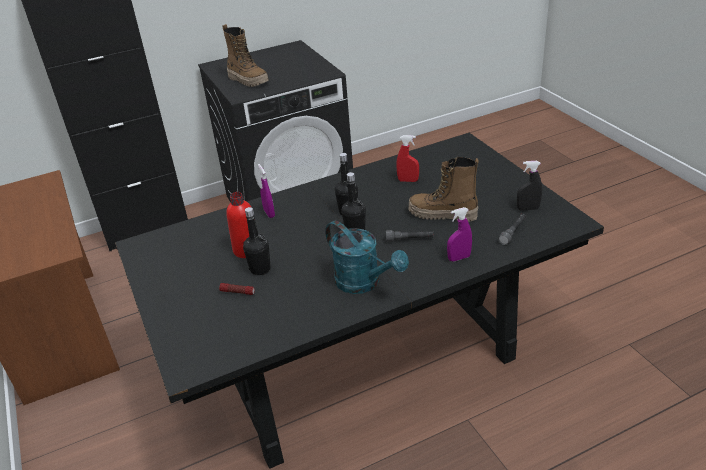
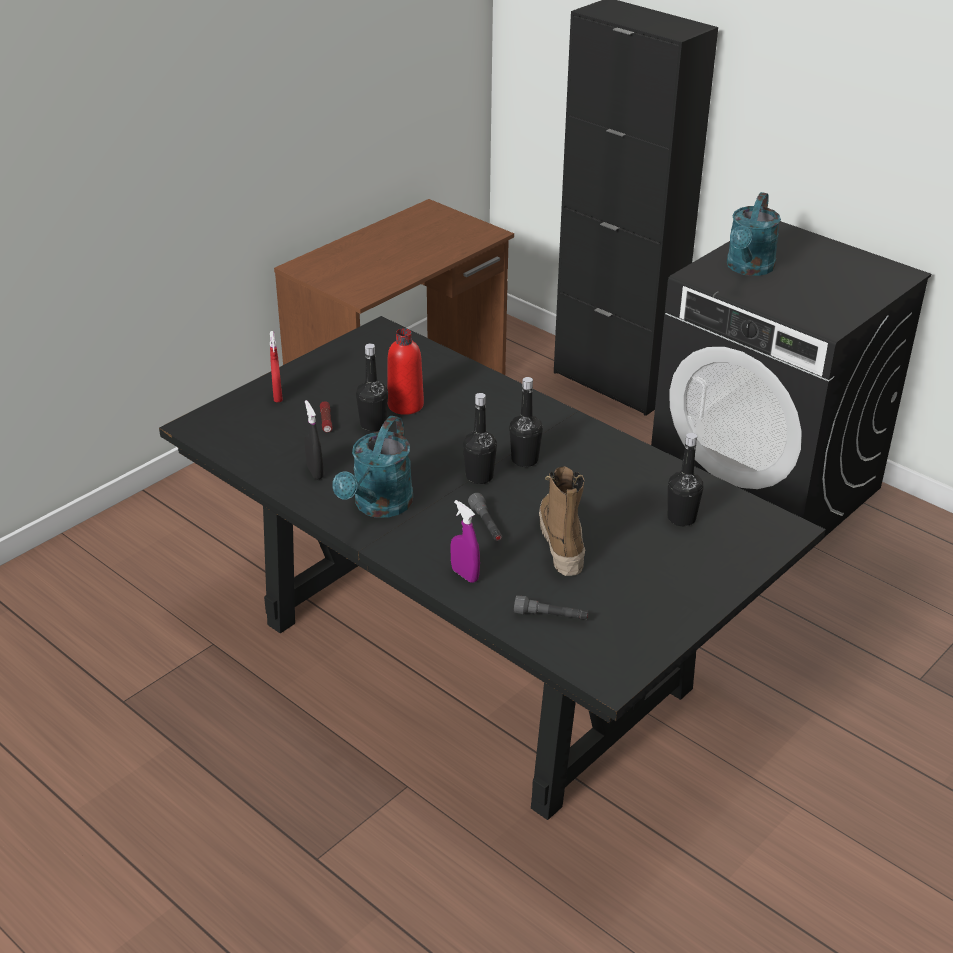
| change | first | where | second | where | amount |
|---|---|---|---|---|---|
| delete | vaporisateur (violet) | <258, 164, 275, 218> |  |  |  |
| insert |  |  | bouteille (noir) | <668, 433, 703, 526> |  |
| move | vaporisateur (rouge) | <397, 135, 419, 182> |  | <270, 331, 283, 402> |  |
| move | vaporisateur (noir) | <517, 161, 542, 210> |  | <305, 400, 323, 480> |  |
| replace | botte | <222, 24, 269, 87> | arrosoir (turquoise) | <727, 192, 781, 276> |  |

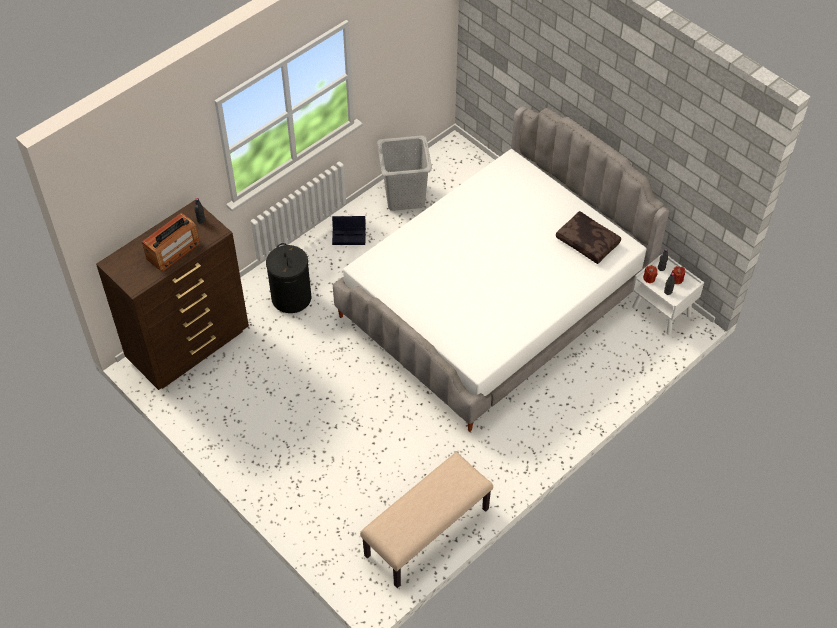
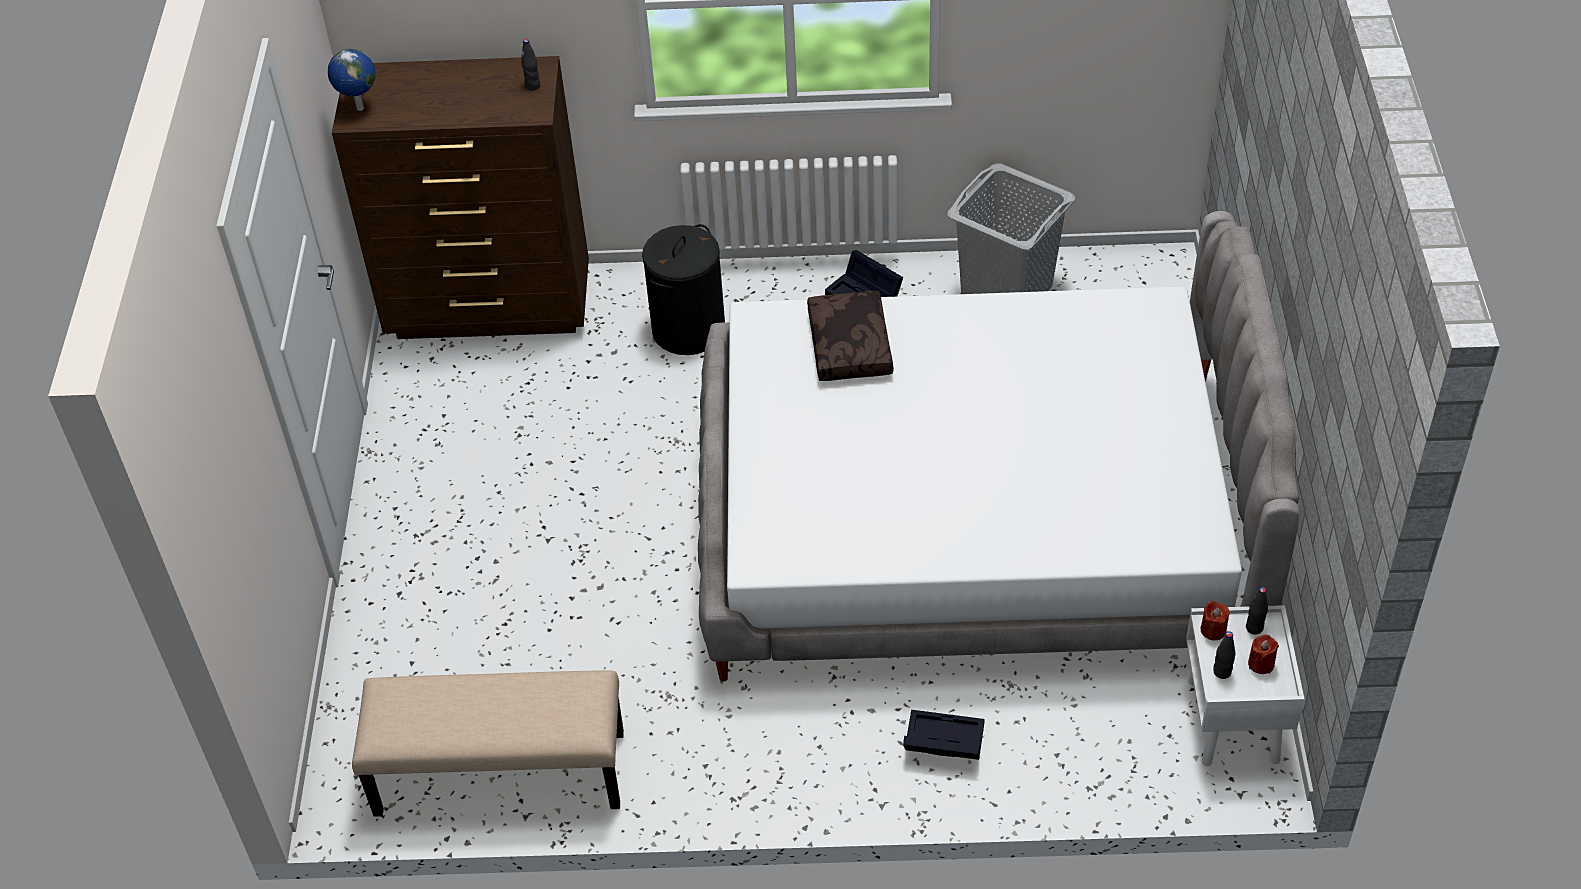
| change | first | where | second | where | amount |
|---|---|---|---|---|---|
| delete | radio | <142, 213, 200, 271> |  |  |  |
| insert |  |  | globe | <328, 49, 376, 111> |  |
| insert |  |  | boîte de rangement (noir) | <903, 710, 985, 760> |  |
| move | coussin (marron) | <556, 211, 621, 264> |  | <807, 291, 893, 381> |  |

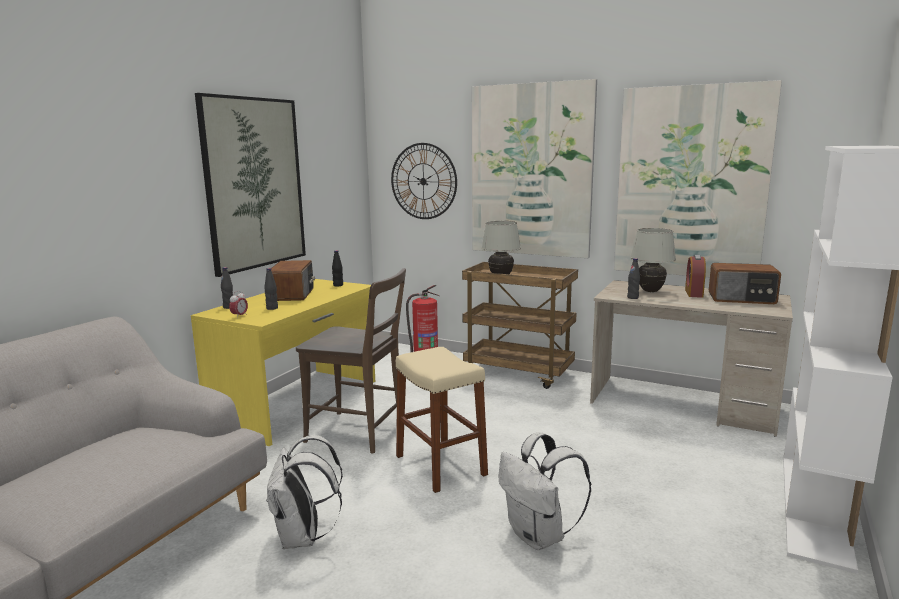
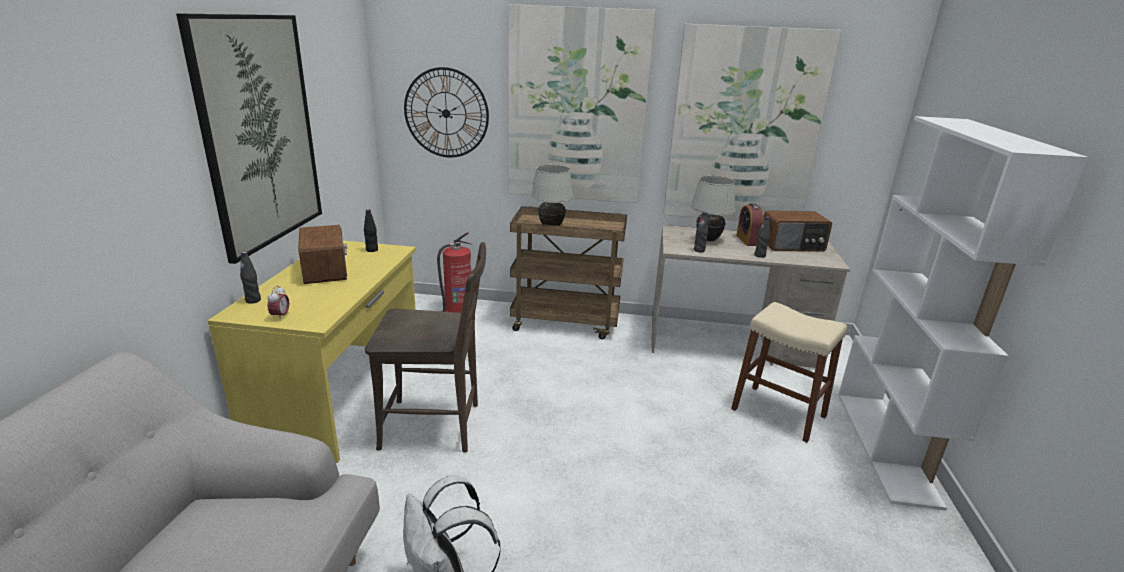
| change | first | where | second | where | amount |
|---|---|---|---|---|---|
| delete | sac à dos (blanc) | <498, 432, 591, 550> |  |  |  |
| move | bouteille (noir) | <264, 268, 278, 310> |  | <754, 217, 770, 258> |  |
| move | tabouret (beige) | <396, 347, 488, 493> |  | <731, 302, 847, 443> |  |

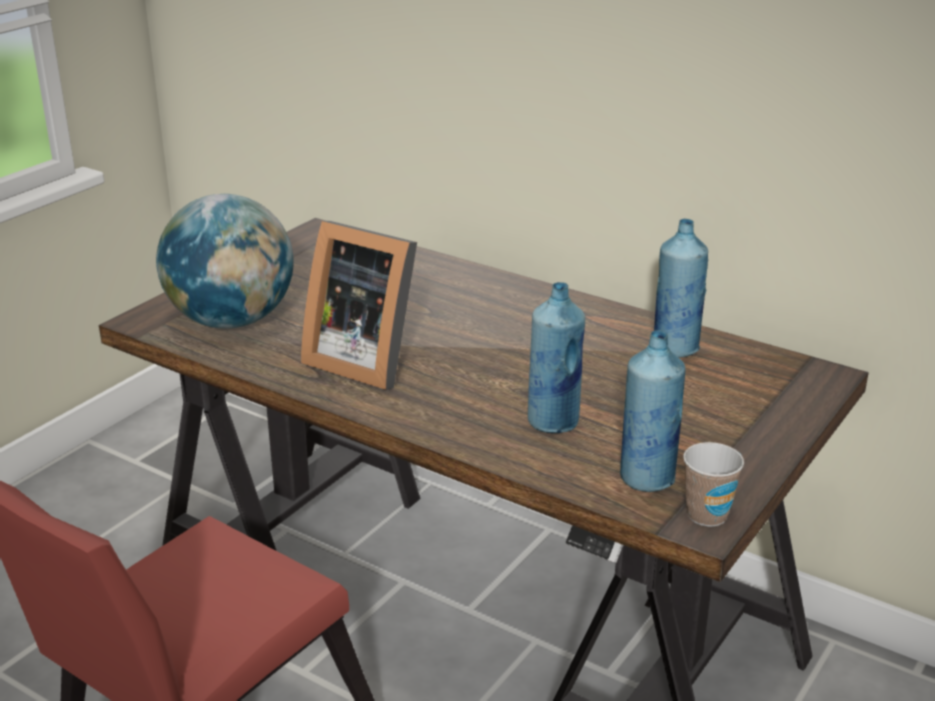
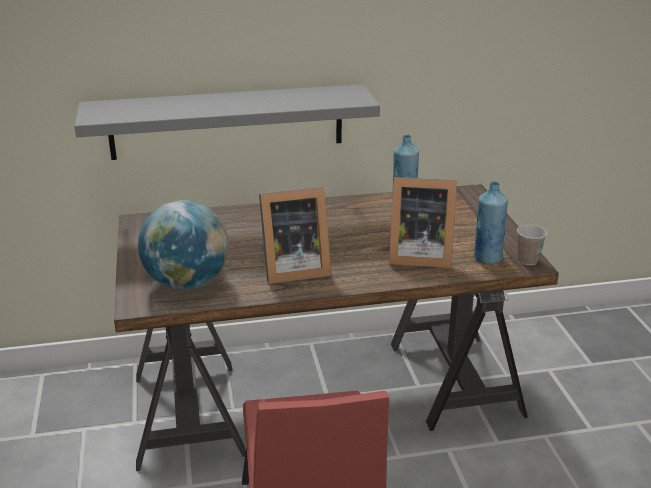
| change | first | where | second | where | amount |
|---|---|---|---|---|---|
| insert |  |  | étagère (gris) | <74, 84, 380, 160> |  |
| replace | bouteille (bleu) | <528, 282, 585, 433> | cadre photo | <389, 177, 457, 268> |  |

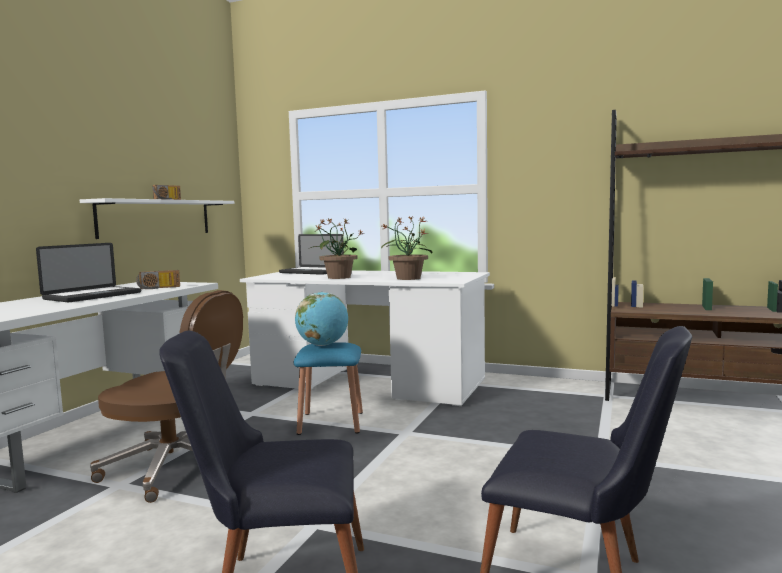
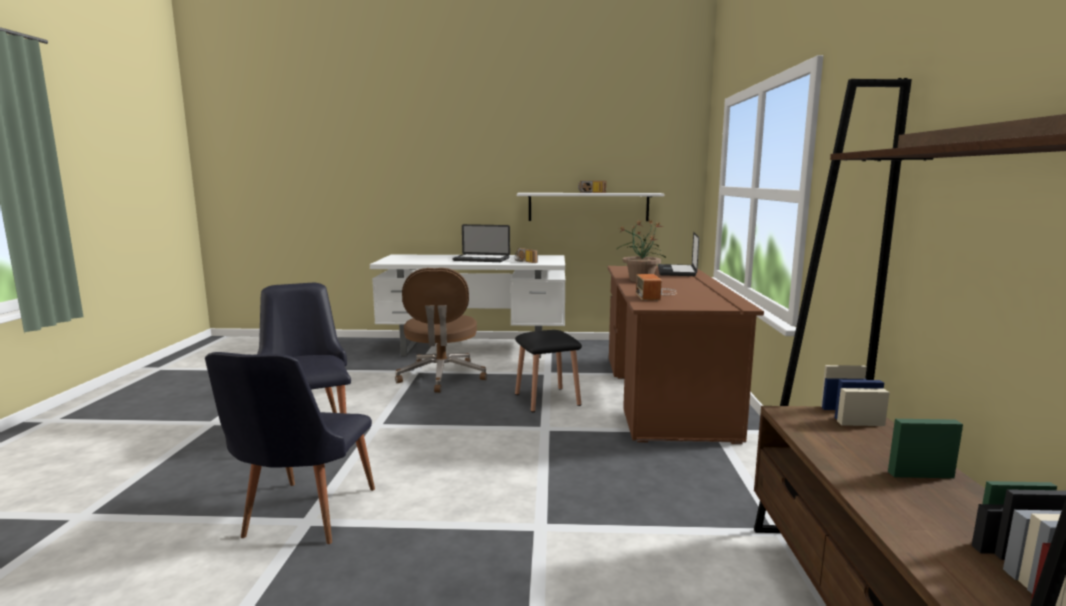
| change | first | where | second | where | amount |
|---|---|---|---|---|---|
| delete | globe | <295, 292, 348, 346> |  |  |  |
| replace | plante en pot | <381, 216, 432, 280> | radio | <636, 274, 676, 301> |  |
| recolor | bureau (blanc) | <240, 270, 490, 406> | bureau (marron) | <608, 266, 764, 444> |  |
| recolor | tabouret (bleu) | <294, 342, 363, 435> | tabouret (noir) | <515, 330, 582, 412> |  |

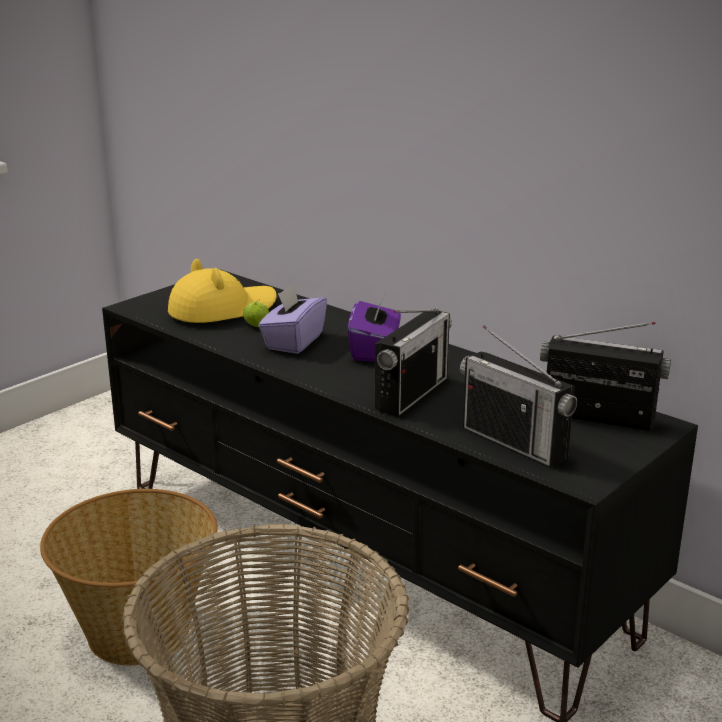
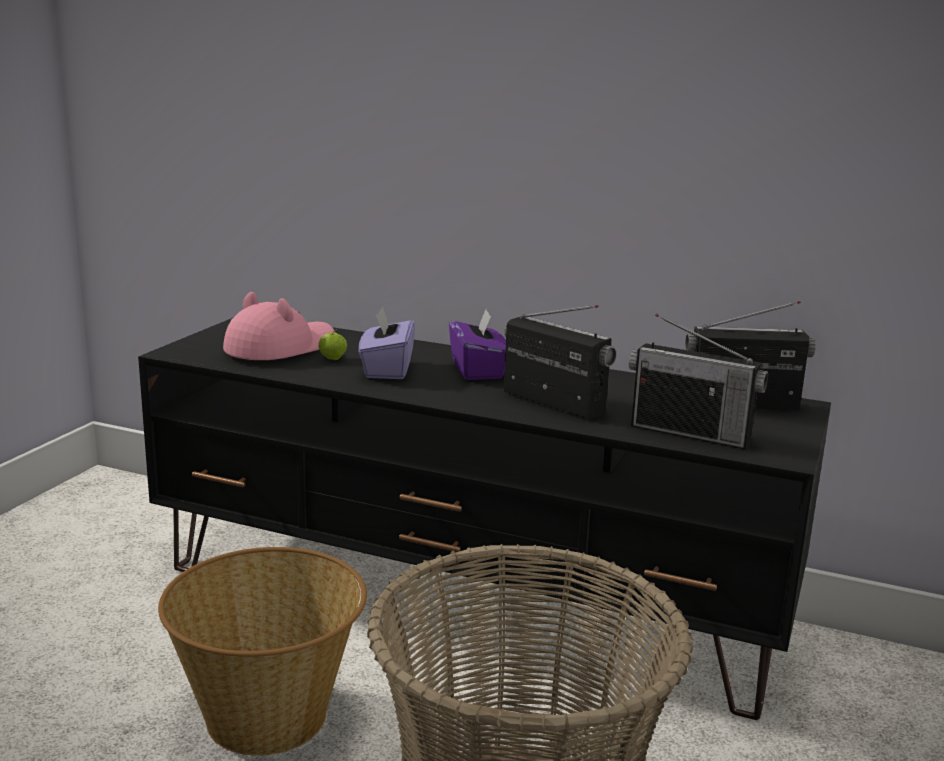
| change | first | where | second | where | amount |
|---|---|---|---|---|---|
| recolor | chapeau (jaune) | <168, 259, 277, 323> | chapeau (rose) | <223, 292, 335, 360> |  |
| rotate | radio | <375, 308, 452, 417> |  | <504, 305, 617, 419> | 60 degrees counterclockwise |

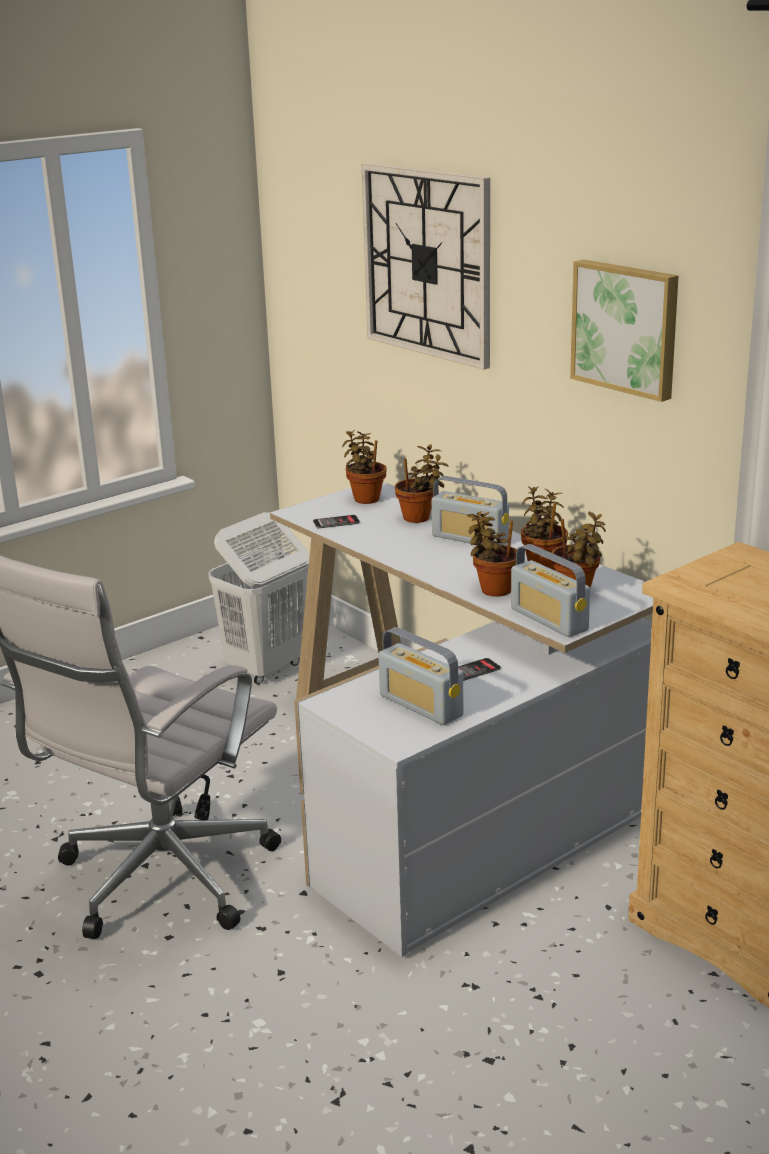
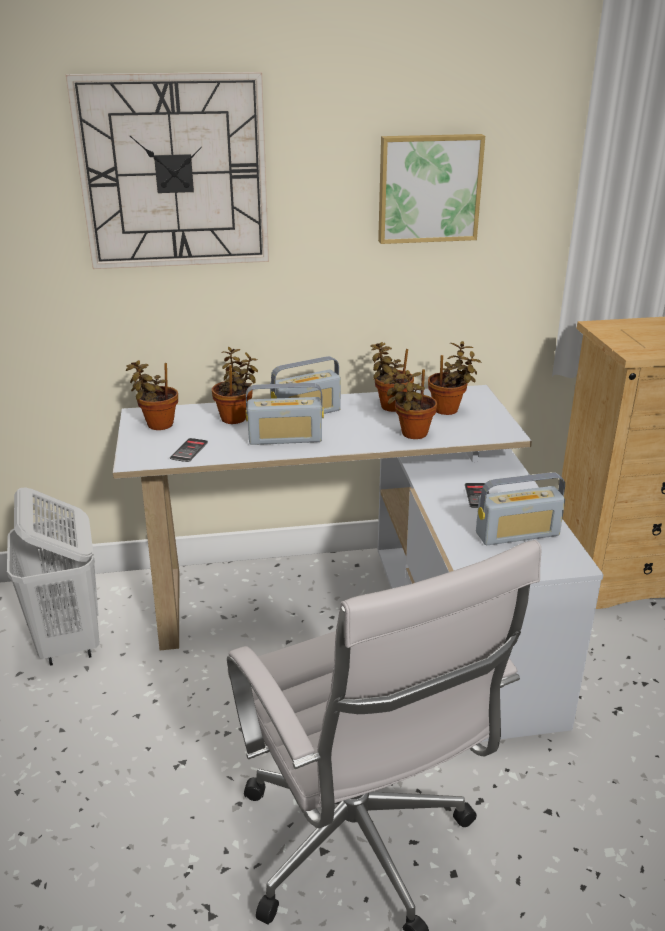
| change | first | where | second | where | amount |
|---|---|---|---|---|---|
| move | radio | <511, 544, 590, 637> |  | <246, 383, 324, 445> |  |

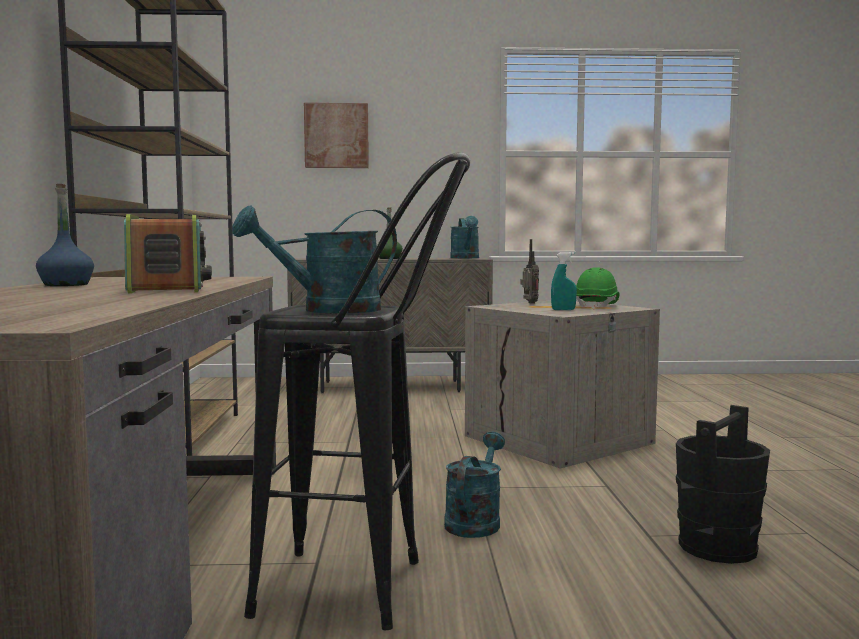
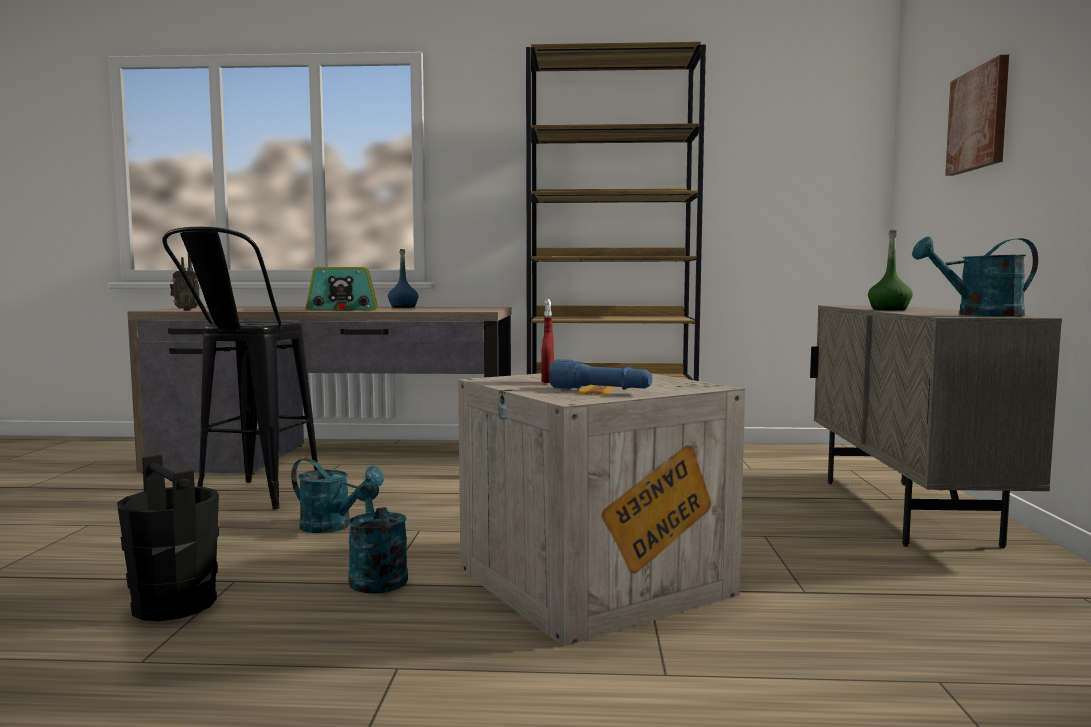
| change | first | where | second | where | amount |
|---|---|---|---|---|---|
| move | arrosoir (turquoise) | <233, 205, 397, 313> |  | <348, 482, 408, 593> |  |
| move | radio | <520, 239, 539, 304> |  | <170, 254, 200, 311> |  |
| replace | casque de chantier (vert) | <576, 267, 620, 309> | lampe de poche (bleu) | <549, 359, 652, 390> |  |
| recolor | vaporisateur (turquoise) | <551, 252, 577, 310> | vaporisateur (rouge) | <541, 299, 554, 383> |  |

